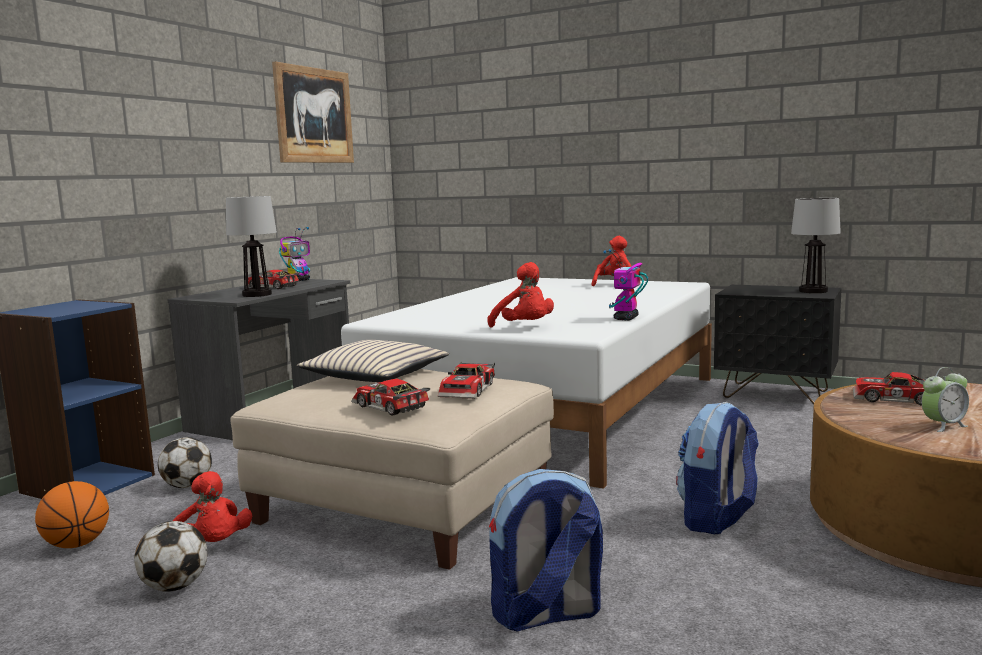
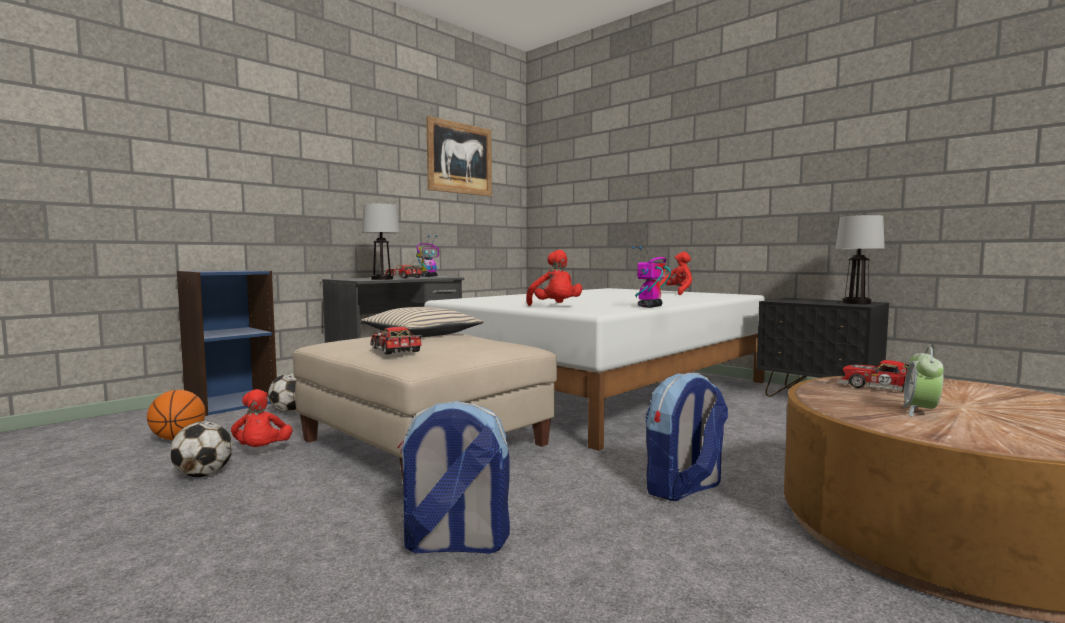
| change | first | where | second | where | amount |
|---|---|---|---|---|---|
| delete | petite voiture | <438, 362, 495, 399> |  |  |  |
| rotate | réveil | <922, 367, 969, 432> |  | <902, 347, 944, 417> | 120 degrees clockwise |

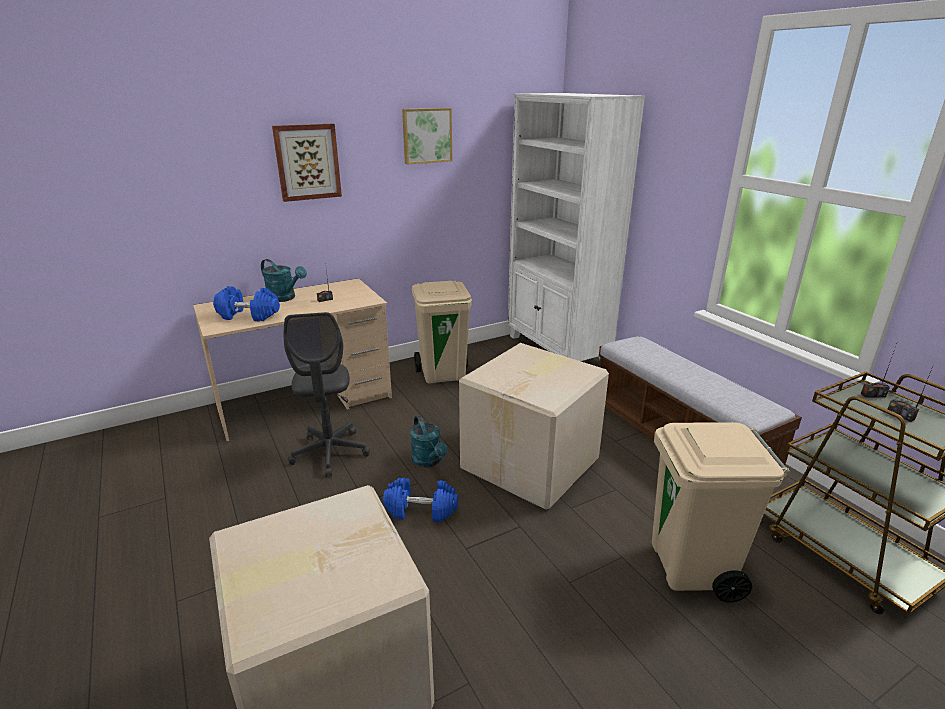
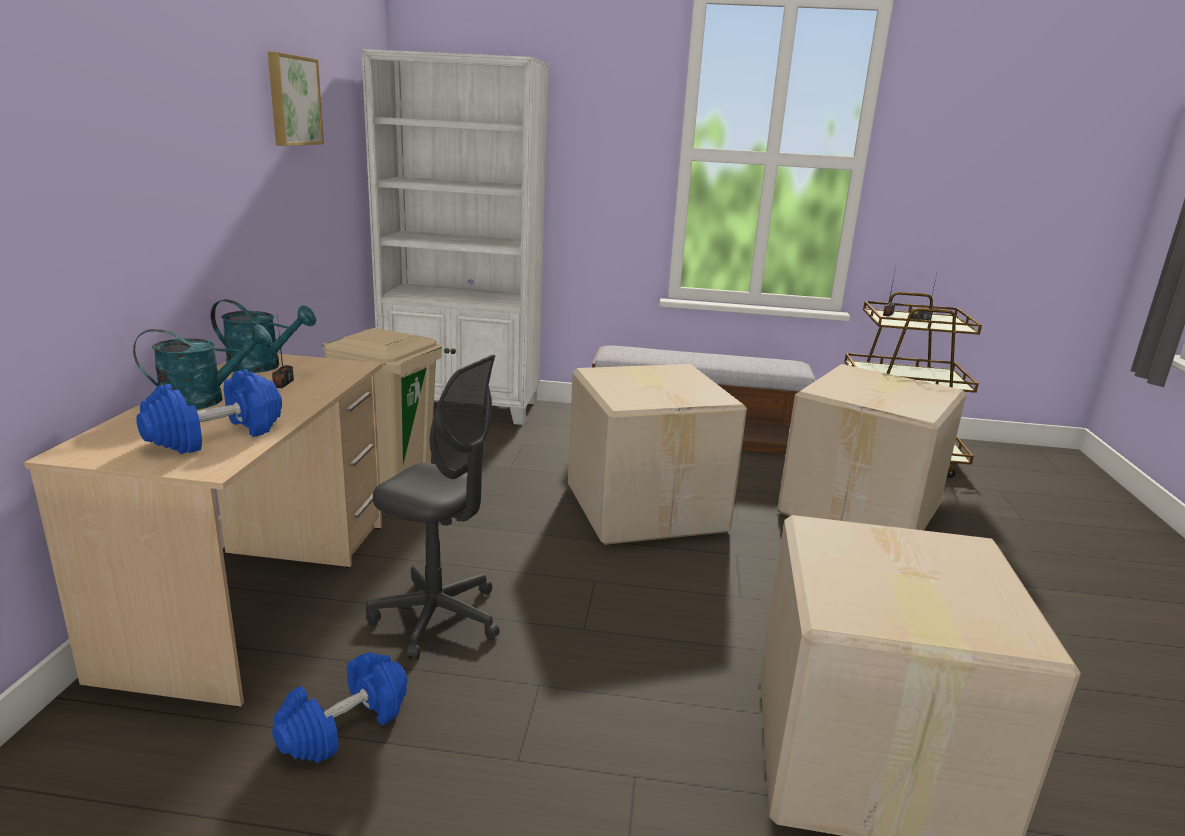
| change | first | where | second | where | amount |
|---|---|---|---|---|---|
| delete | tableau | <272, 124, 342, 202> |  |  |  |
| move | haltère (bleu) | <383, 478, 458, 522> |  | <272, 652, 407, 763> |  |
| move | arrosoir (turquoise) | <410, 415, 448, 467> |  | <210, 299, 316, 373> |  |
| replace | poubelle (beige) | <652, 422, 790, 602> | carton | <778, 364, 966, 530> |  |

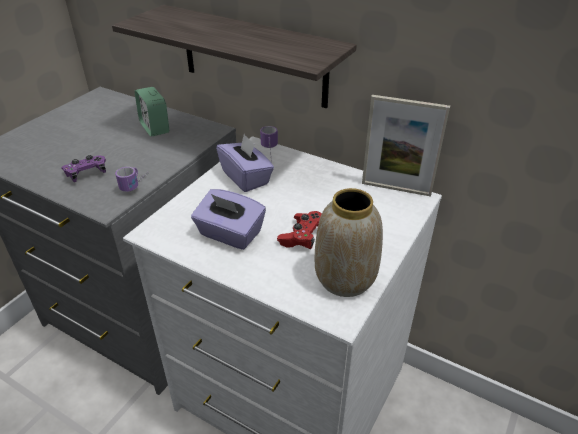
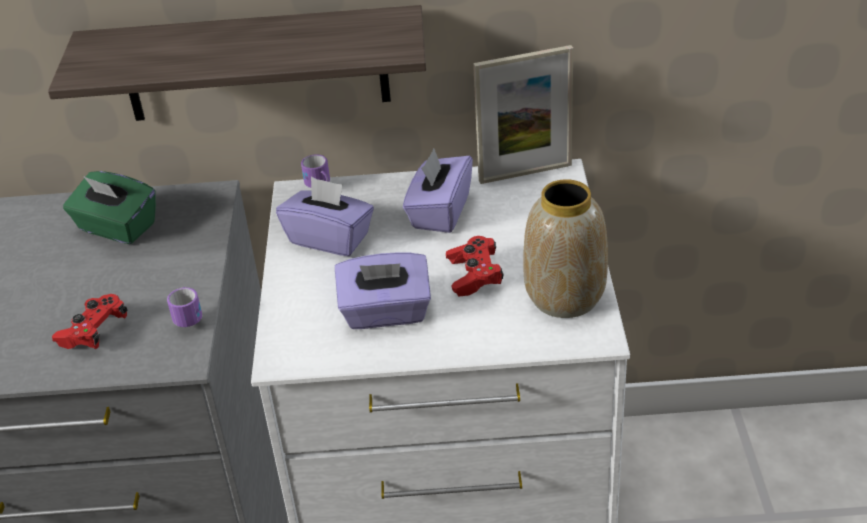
| change | first | where | second | where | amount |
|---|---|---|---|---|---|
| insert |  |  | boîte à mouchoirs (violet) | <403, 149, 473, 233> |  |
| replace | réveil | <135, 87, 169, 137> | boîte à mouchoirs (vert) | <63, 171, 156, 244> |  |
| recolor | manette (violet) | <61, 155, 106, 182> | manette (rouge) | <52, 294, 128, 349> |  |

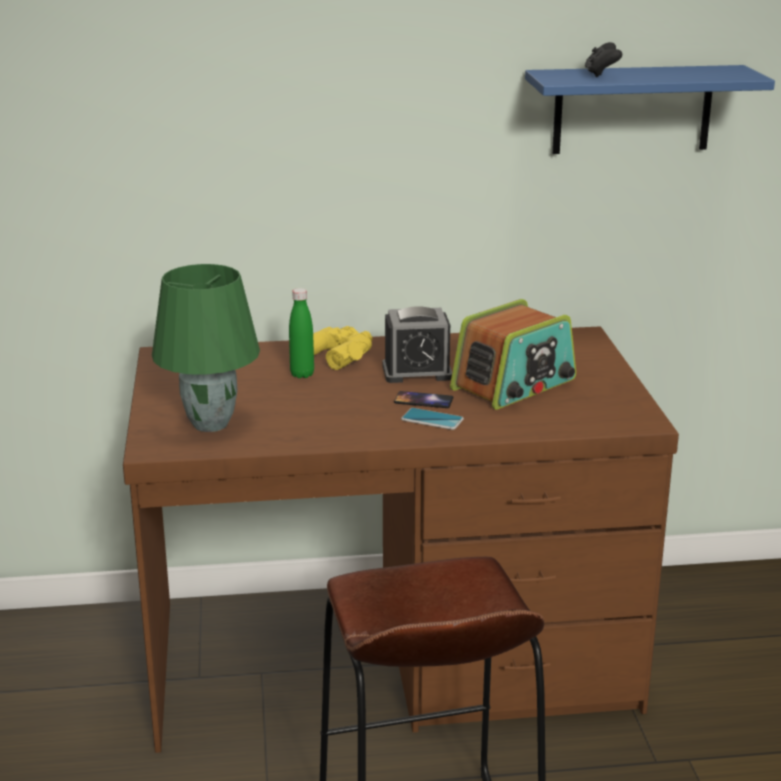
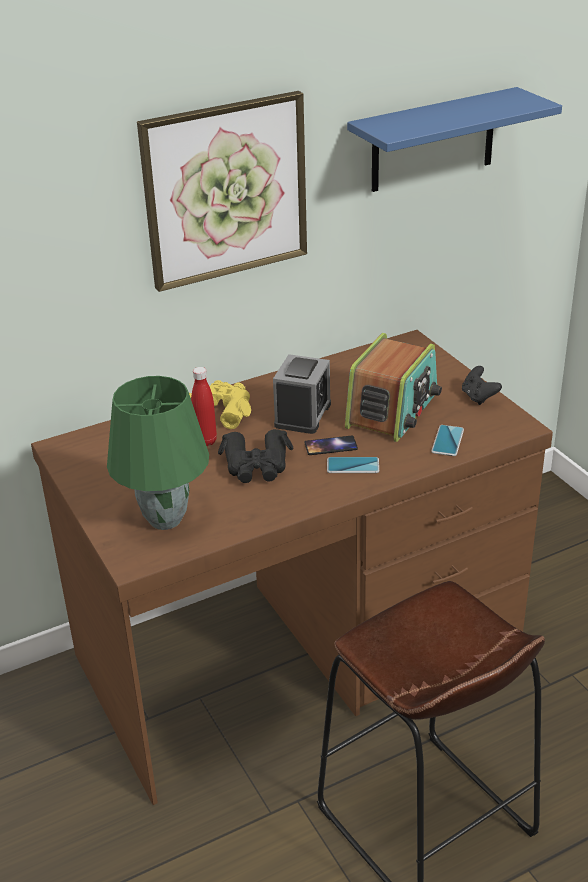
| change | first | where | second | where | amount |
|---|---|---|---|---|---|
| insert |  |  | tableau | <137, 91, 307, 292> |  |
| insert |  |  | jumelles (noir) | <218, 429, 294, 483> |  |
| insert |  |  | téléphone | <431, 425, 464, 456> |  |
| move | manette (noir) | <585, 42, 622, 77> |  | <462, 366, 502, 405> |  |
| recolor | bouteille (vert) | <289, 288, 314, 378> | bouteille (rouge) | <191, 367, 217, 446> |  |
| rotate | réveil | <382, 306, 452, 383> |  | <273, 354, 331, 434> | 45 degrees counterclockwise |

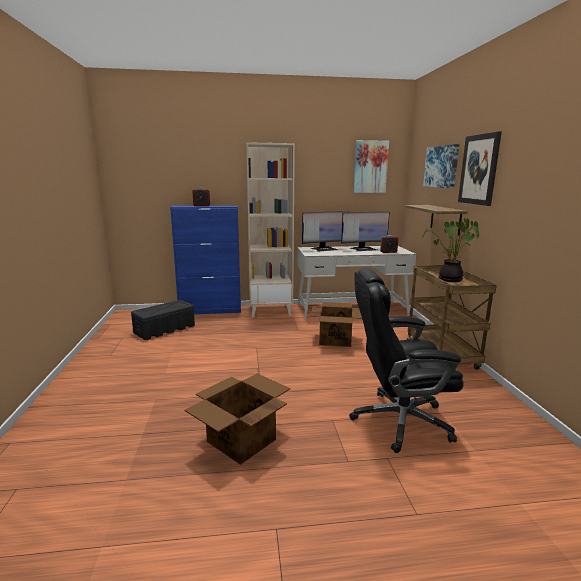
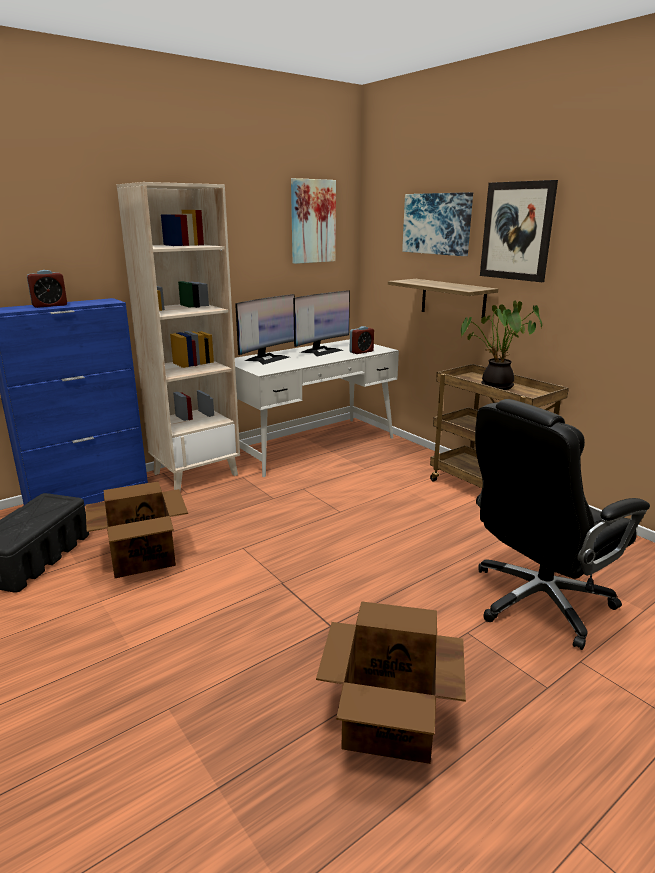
| change | first | where | second | where | amount |
|---|---|---|---|---|---|
| move | carton | <310, 302, 362, 347> |  | <86, 481, 188, 578> |  |

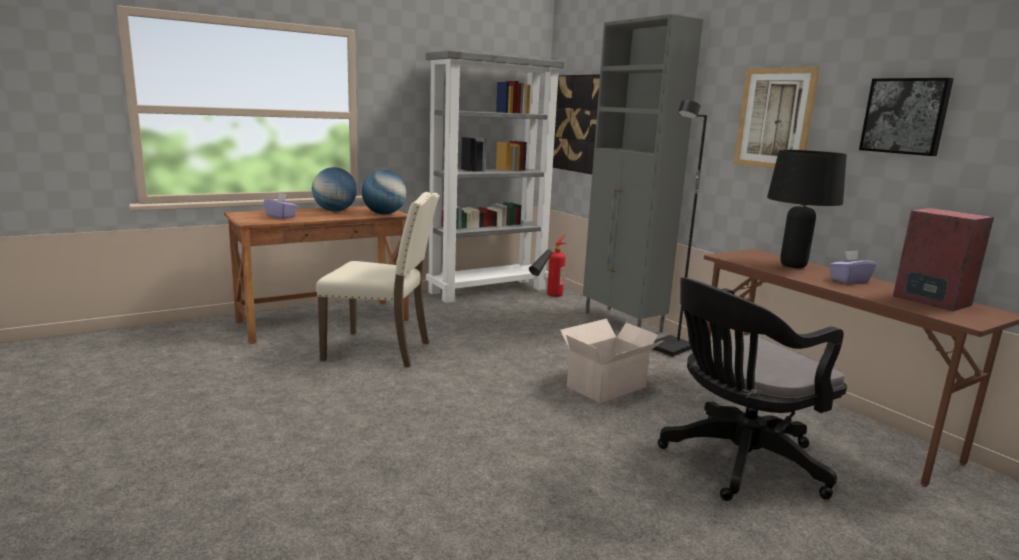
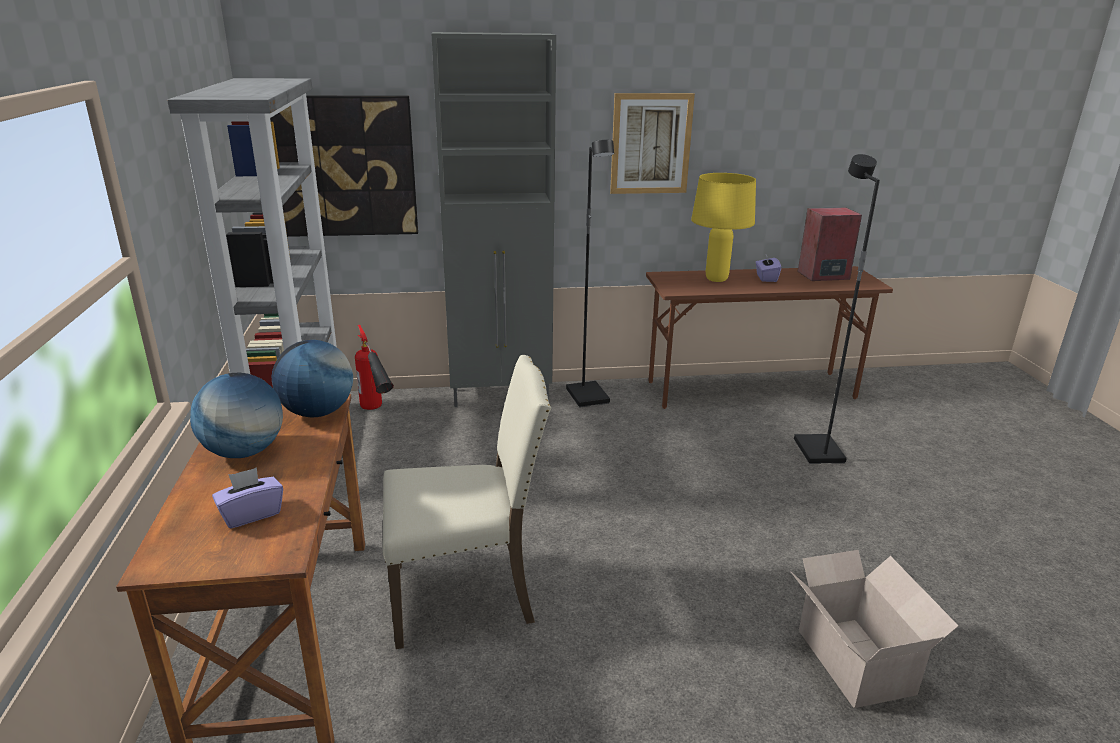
| change | first | where | second | where | amount |
|---|---|---|---|---|---|
| delete | tableau | <859, 78, 954, 156> |  |  |  |
| move | carton | <560, 319, 663, 403> |  | <791, 550, 959, 708> |  |
| replace | chaise de bureau (noir) | <658, 277, 847, 501> | lampadaire (noir) | <794, 154, 880, 464> |  |
| recolor | lampe de table (noir) | <767, 150, 847, 268> | lampe de table (jaune) | <691, 173, 756, 282> |  |
| rotate | chaise (beige) | <316, 192, 440, 367> |  | <382, 355, 551, 649> | 45 degrees clockwise |

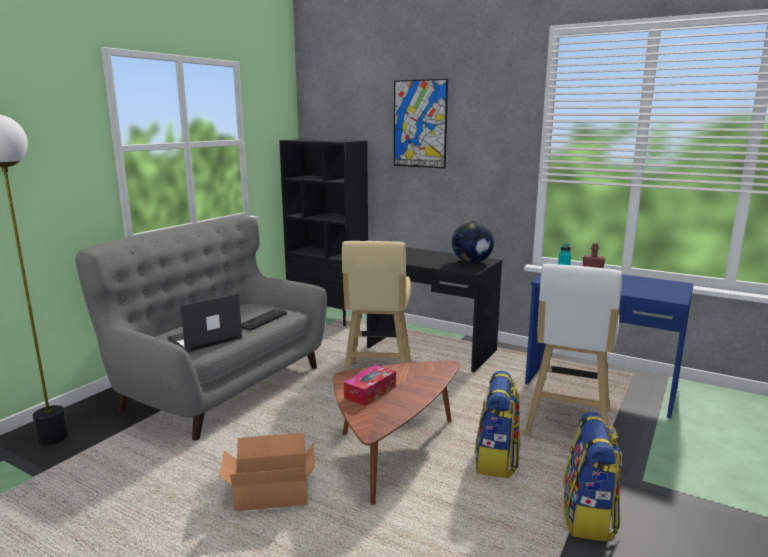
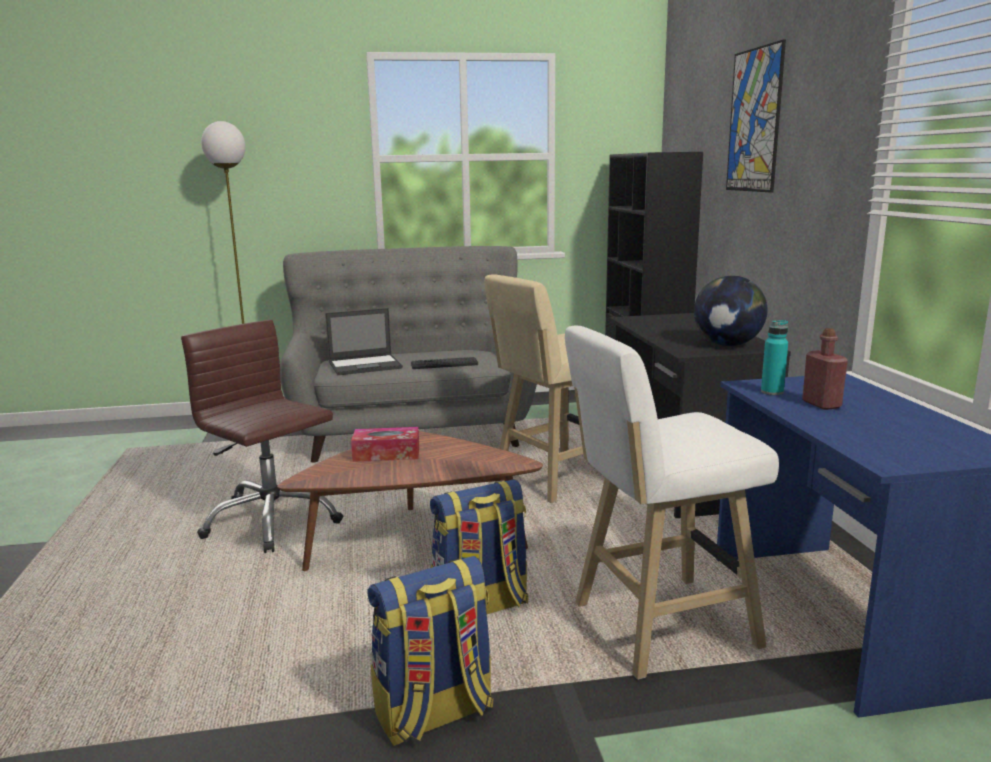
| change | first | where | second | where | amount |
|---|---|---|---|---|---|
| replace | carton | <219, 433, 315, 512> | chaise de bureau (marron) | <181, 320, 343, 553> |  |
| rotate | ordinateur portable | <168, 293, 242, 353> |  | <325, 308, 403, 375> | 150 degrees clockwise |

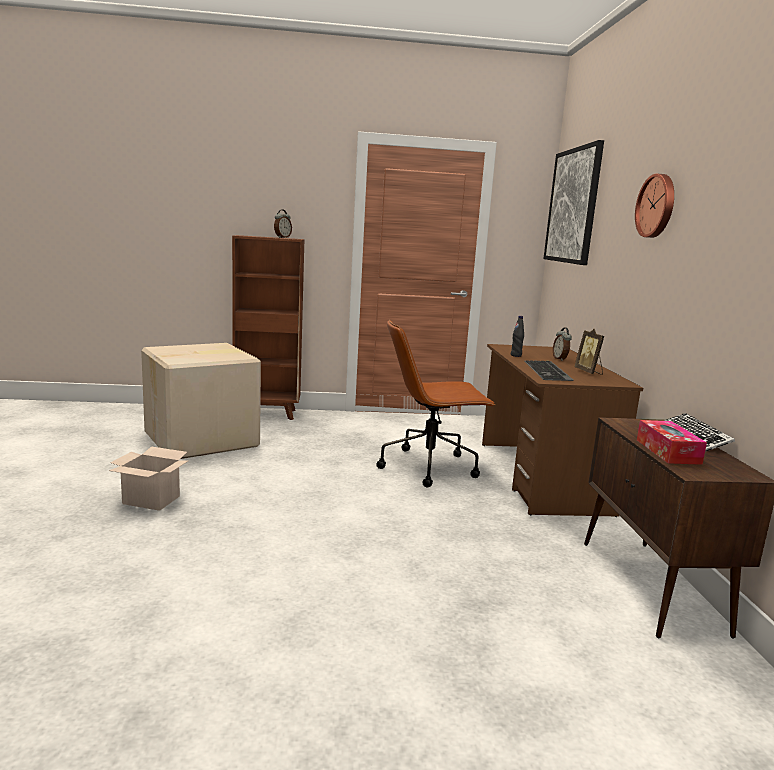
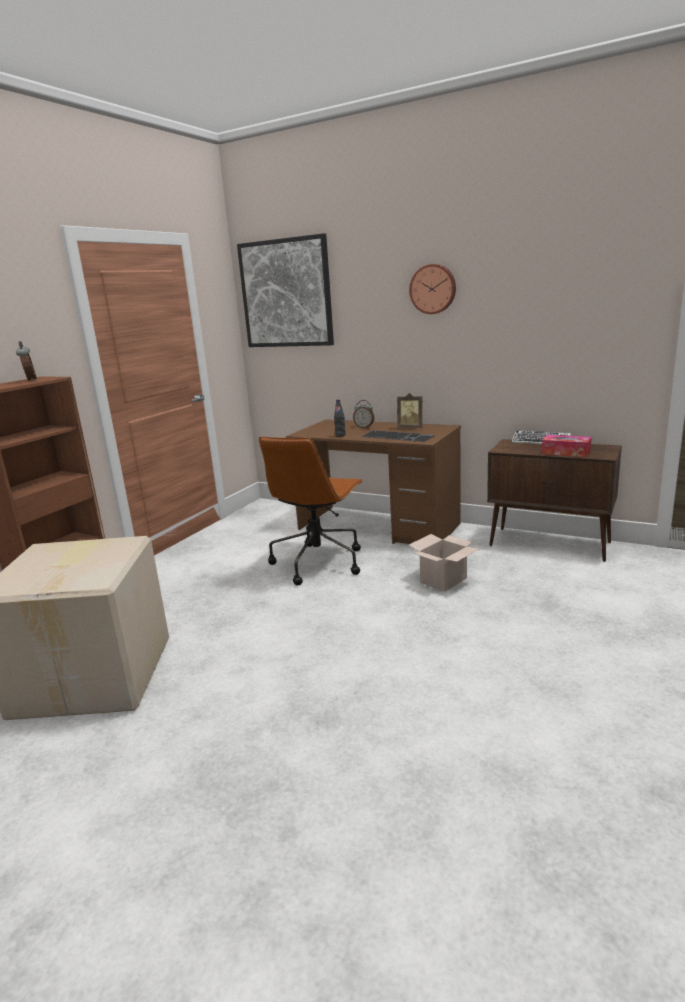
| change | first | where | second | where | amount |
|---|---|---|---|---|---|
| move | carton | <109, 446, 188, 511> |  | <409, 534, 479, 592> |  |

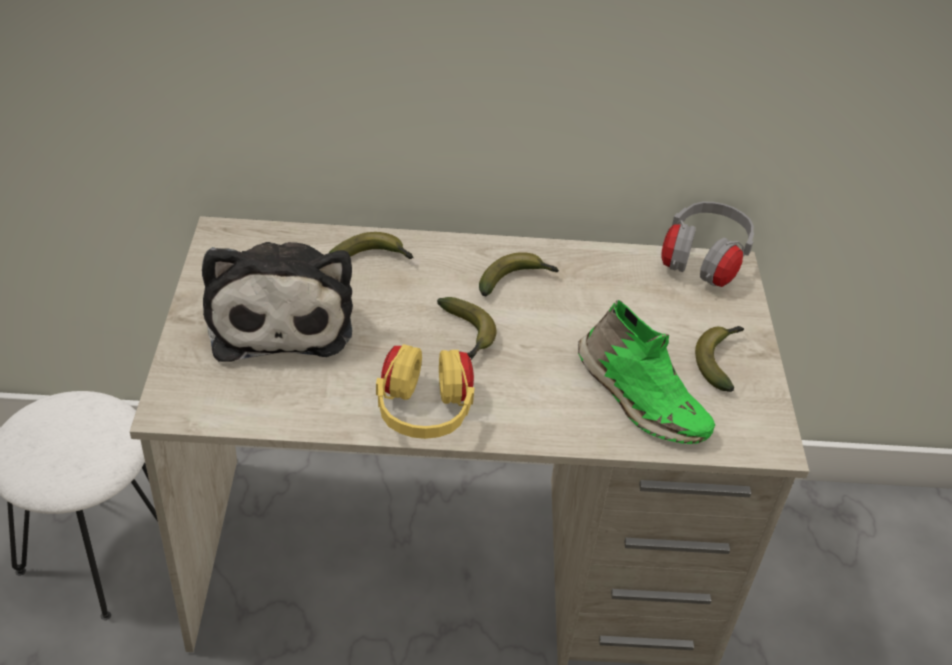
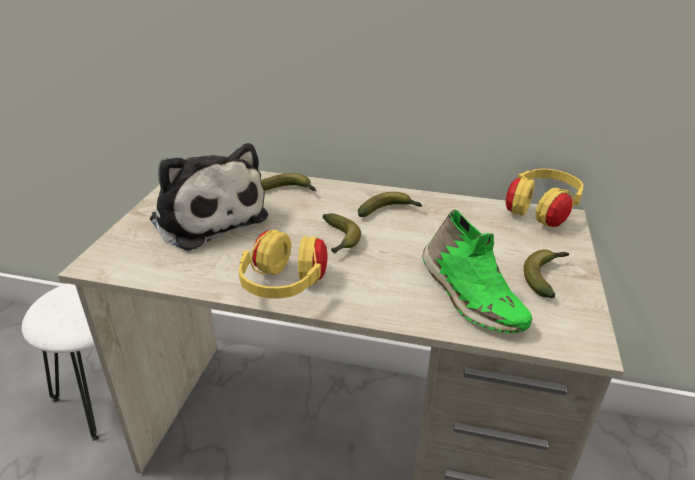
| change | first | where | second | where | amount |
|---|---|---|---|---|---|
| recolor | casque audio (gris) | <661, 201, 754, 287> | casque audio (jaune) | <505, 169, 583, 227> |  |
| rotate | peluche | <202, 242, 353, 362> |  | <150, 143, 268, 251> | 45 degrees counterclockwise |

